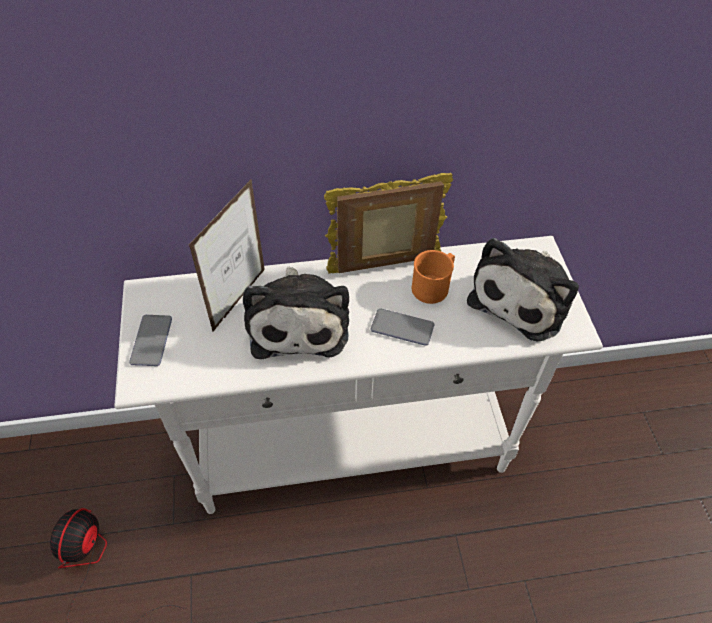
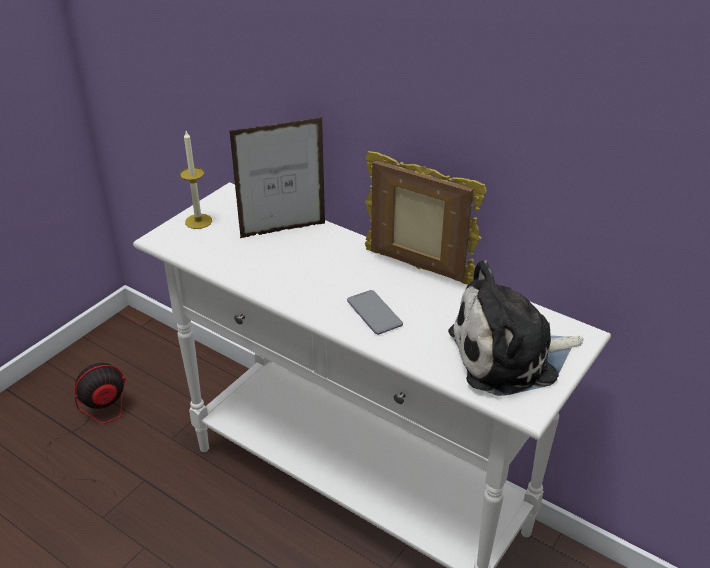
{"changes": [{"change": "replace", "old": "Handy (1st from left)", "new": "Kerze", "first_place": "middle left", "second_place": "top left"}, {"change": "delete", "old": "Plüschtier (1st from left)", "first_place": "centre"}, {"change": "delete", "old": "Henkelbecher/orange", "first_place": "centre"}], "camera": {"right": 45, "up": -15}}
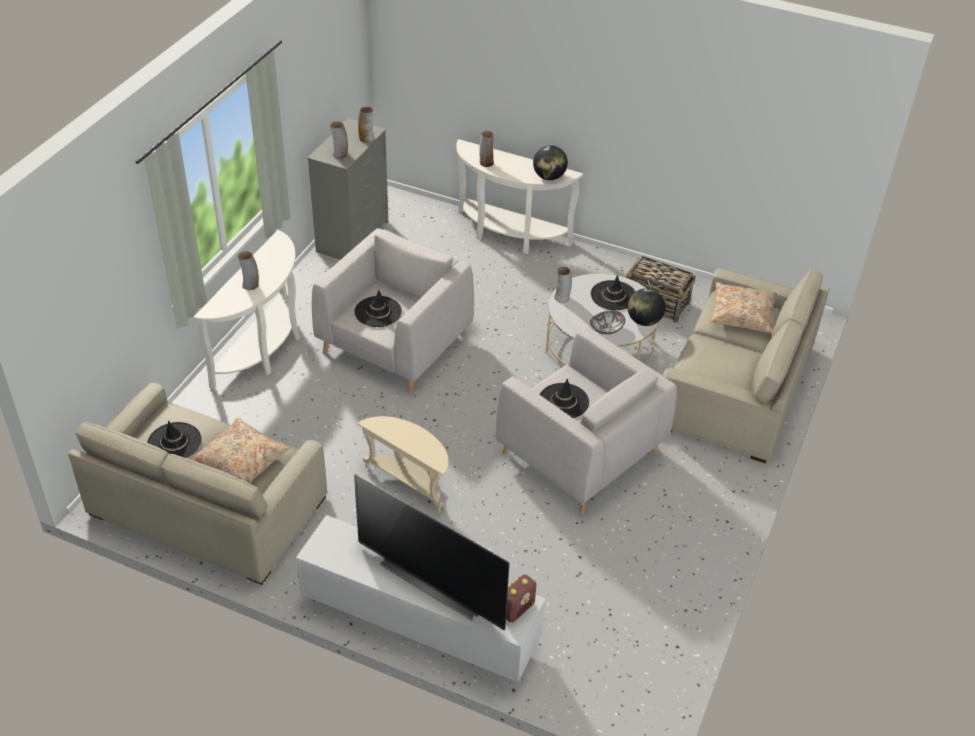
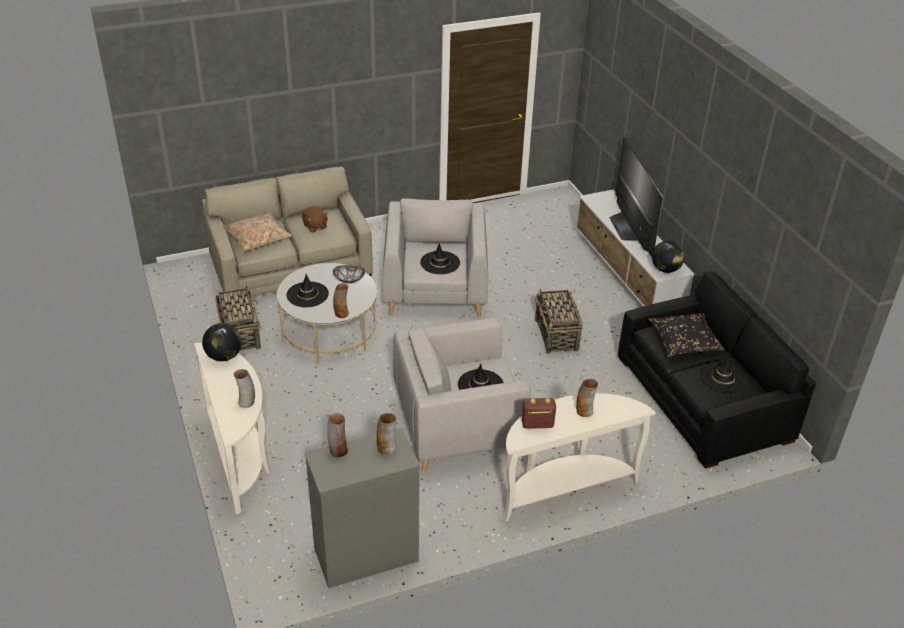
{"changes": [{"change": "insert", "new": "Plüschtier/braun", "second_place": "centre"}, {"change": "move", "old": "Radio", "first_place": "bottom centre", "second_place": "centre"}, {"change": "replace", "old": "Beistelltisch/beige", "new": "Korb (2nd from left)", "first_place": "centre", "second_place": "centre"}, {"change": "recolor", "old": "Sofa/beige (1st from left)", "new": "Sofa/schwarz", "first_place": "middle left", "second_place": "middle right"}, {"change": "recolor", "old": "Kissen/beige (1st from left)", "new": "Kissen/schwarz", "first_place": "middle left", "second_place": "middle right"}, {"change": "move", "old": "Globus (2nd from left)", "first_place": "centre", "second_place": "middle right"}], "camera": {"right": -135, "up": -5}}
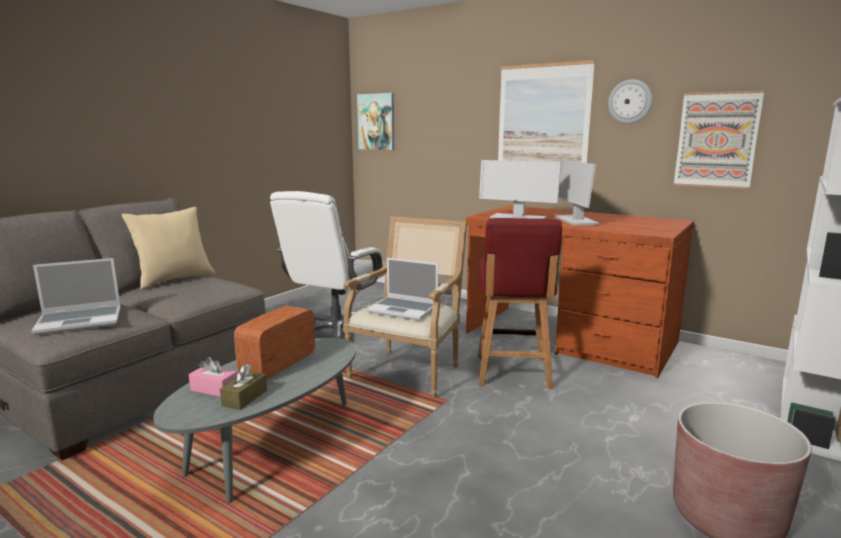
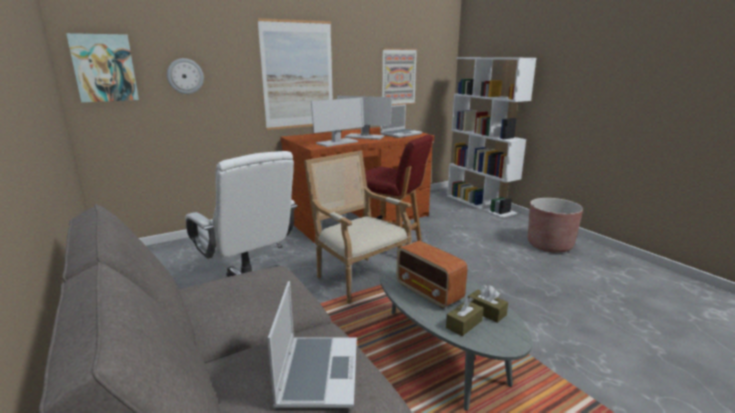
{"changes": [{"change": "move", "old": "Wanduhr", "first_place": "top right", "second_place": "top left"}, {"change": "move", "old": "Laptop (2nd from left)", "first_place": "centre", "second_place": "top centre"}, {"change": "recolor", "old": "Taschentuchbox/rosa", "new": "Taschentuchbox/braun (1st from left)", "first_place": "bottom left", "second_place": "bottom centre"}, {"change": "delete", "old": "Kissen/beige", "first_place": "middle left"}], "camera": {"right": -65, "up": 5}}
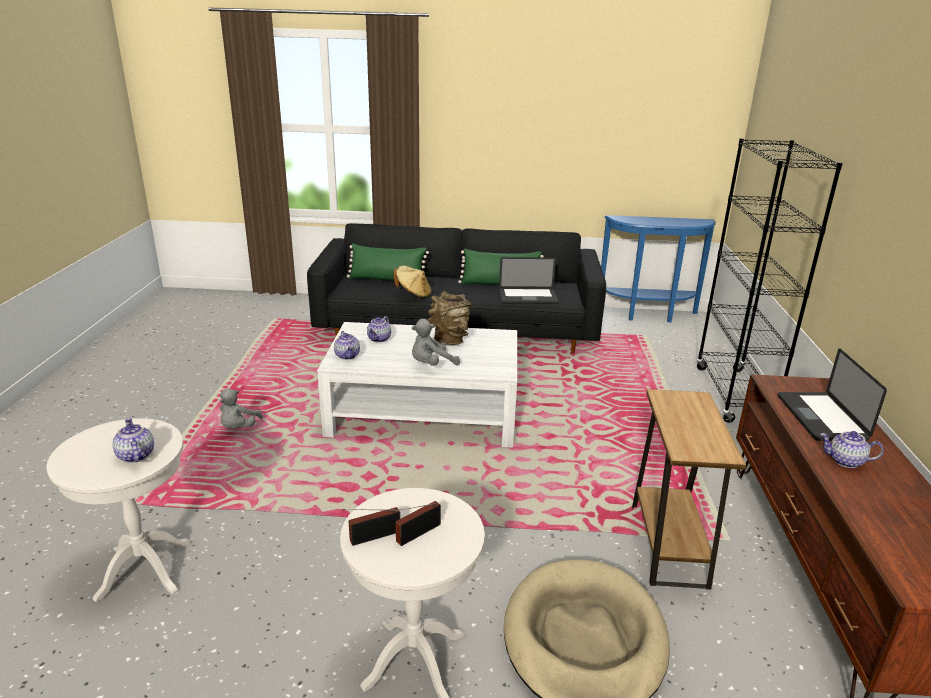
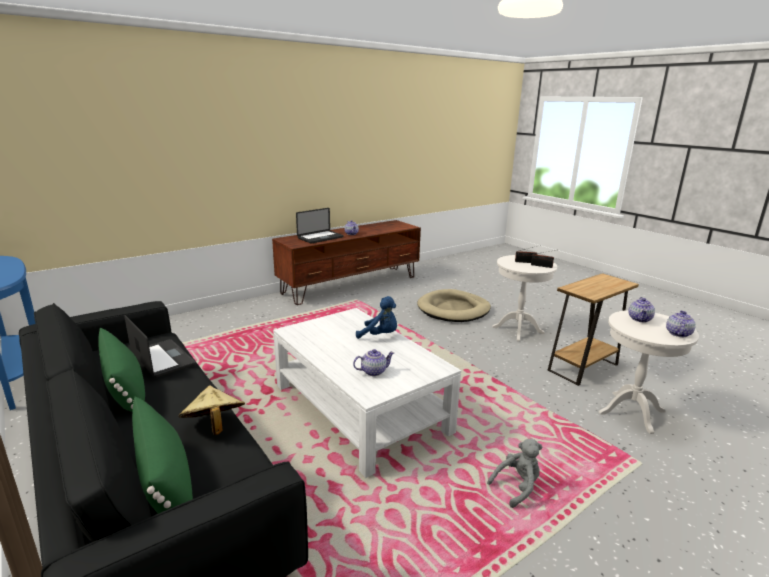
{"changes": [{"change": "recolor", "old": "Plüschtier/grau (2nd from left)", "new": "Plüschtier/blau", "first_place": "centre", "second_place": "centre"}, {"change": "move", "old": "Beistelltisch/braun", "first_place": "bottom right", "second_place": "middle right"}, {"change": "move", "old": "Teekanne (2nd from left in the first image)", "new": "Teekanne (4th from left)", "first_place": "centre", "second_place": "middle right"}, {"change": "delete", "old": "Vase/braun", "first_place": "centre"}, {"change": "delete", "old": "Bücherregal/schwarz", "first_place": "middle right"}], "camera": {"right": -130, "up": -5}}
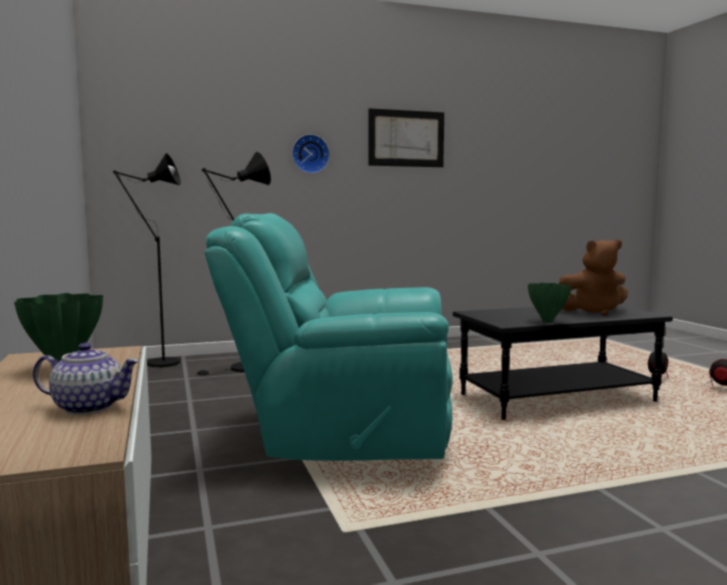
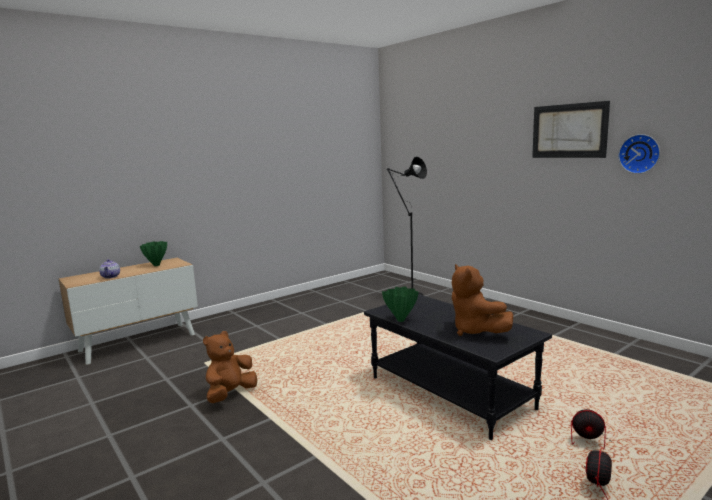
{"changes": [{"change": "insert", "new": "Plüschtier/braun (1st from left)", "second_place": "bottom left"}, {"change": "move", "old": "Wanduhr", "first_place": "top centre", "second_place": "top right"}, {"change": "delete", "old": "Stehlampe/schwarz (1st from left)", "first_place": "middle left"}, {"change": "delete", "old": "Sessel/türkis", "first_place": "centre"}], "camera": {"right": 70, "up": 5}}
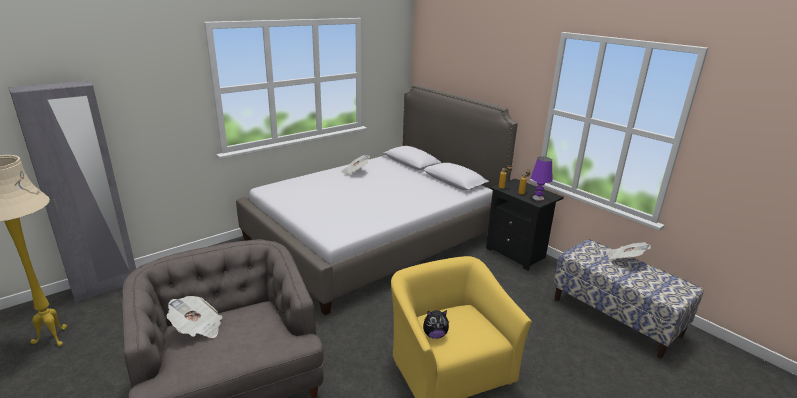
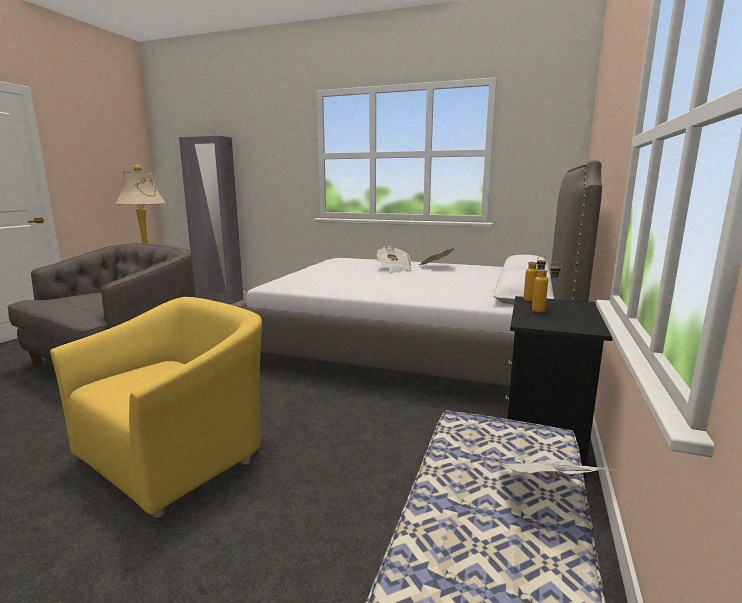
{"changes": [{"change": "move", "old": "Zeitung (1st from left)", "first_place": "bottom left", "second_place": "centre"}, {"change": "delete", "old": "Plüschtier", "first_place": "bottom centre"}, {"change": "delete", "old": "Tischlampe/lila", "first_place": "middle right"}], "camera": {"right": 60, "up": -10}}
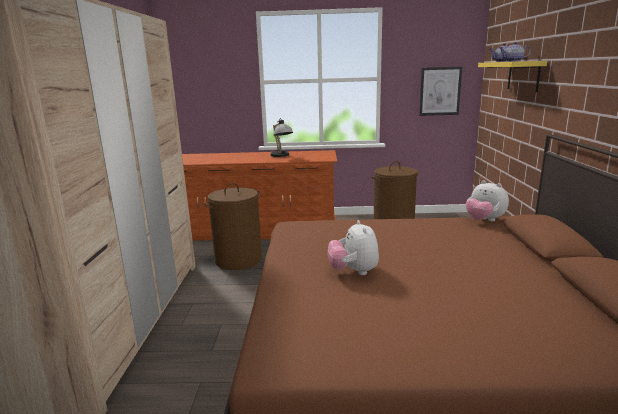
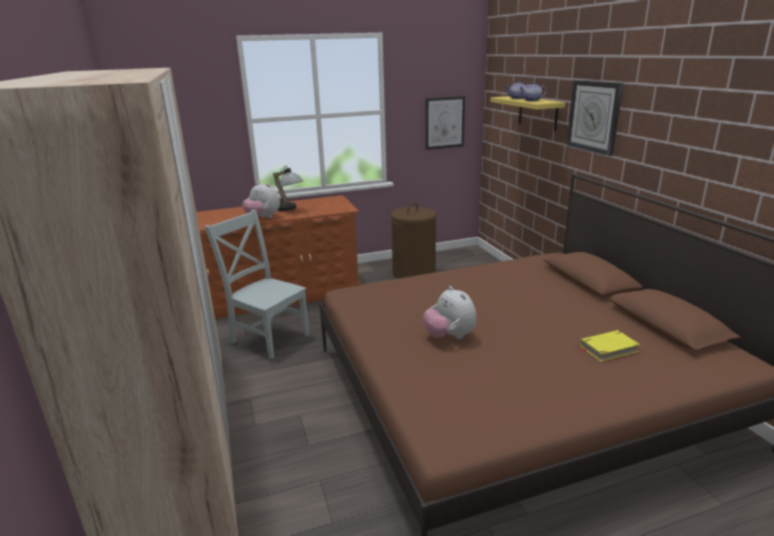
{"changes": [{"change": "replace", "old": "Wäschekorb/braun (1st from left)", "new": "Stuhl/grau", "first_place": "centre", "second_place": "middle left"}, {"change": "move", "old": "Plüschtier (2nd from left in the first image)", "new": "Plüschtier (1st from left)", "first_place": "middle right", "second_place": "centre"}, {"change": "insert", "new": "Wanduhr", "second_place": "top right"}, {"change": "insert", "new": "Buch/gelb", "second_place": "middle right"}], "camera": {"right": -20, "up": 5}}
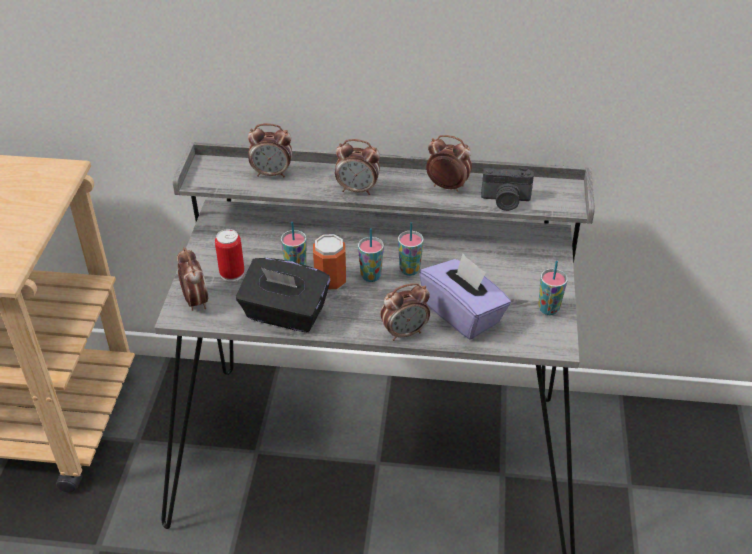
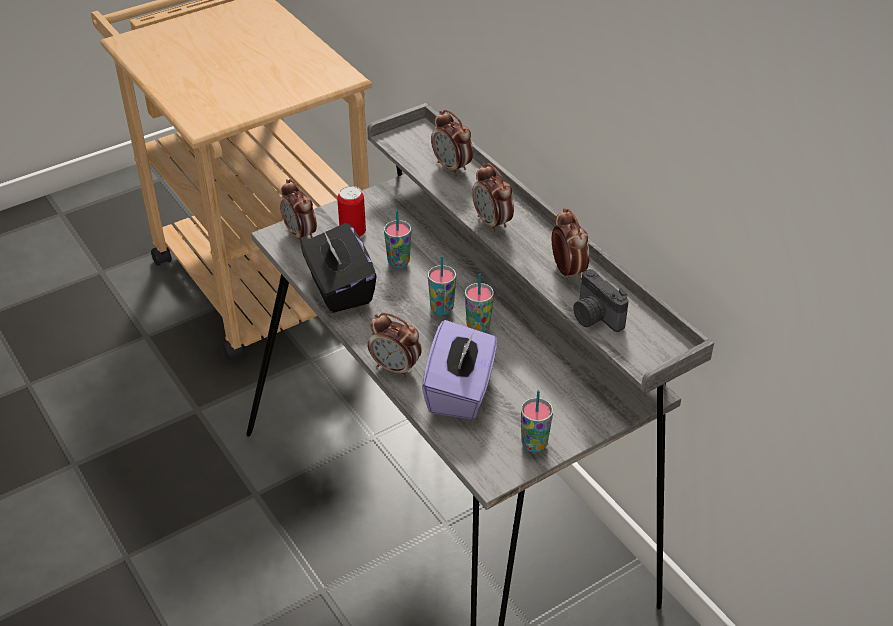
{"changes": [{"change": "rotate", "old": "Wecker (1st from left)", "first_place": "middle left", "second_place": "centre", "degrees": 120}, {"change": "delete", "old": "Dose (2nd from left)", "first_place": "centre"}], "camera": {"right": 50, "up": 0}}
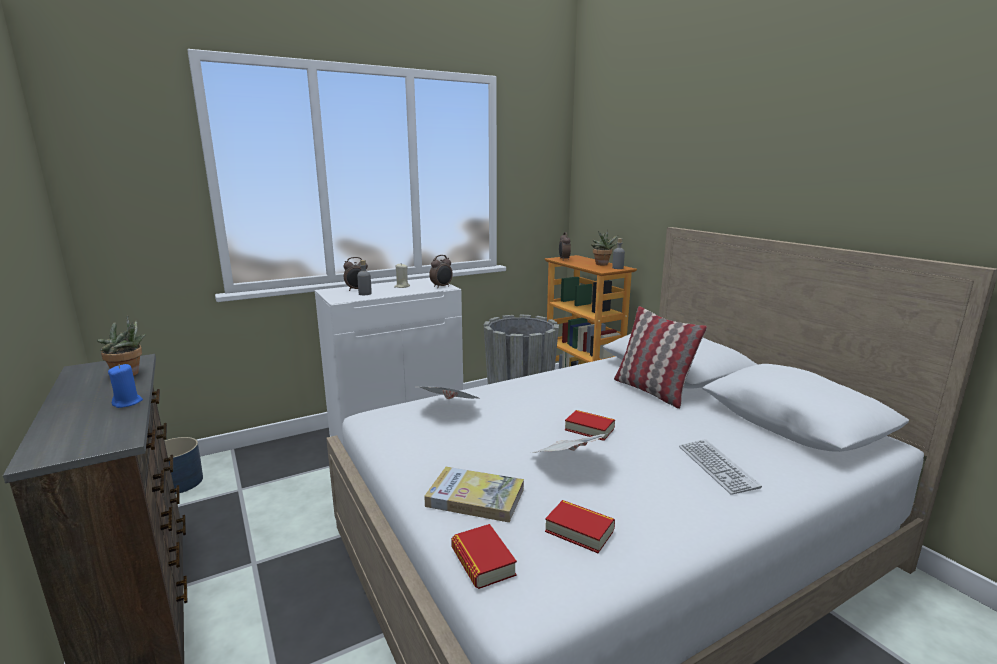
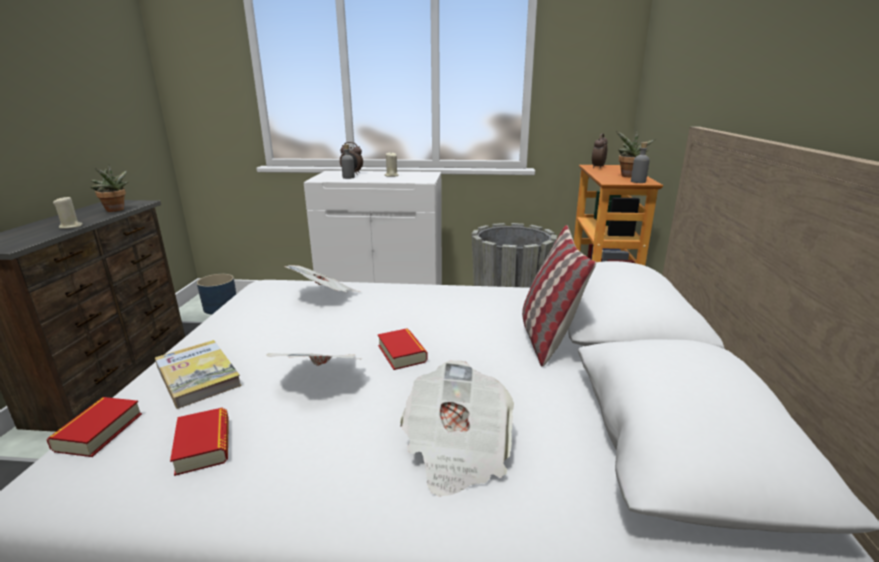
{"changes": [{"change": "recolor", "old": "Kerze/blau", "new": "Kerze/beige (1st from left)", "first_place": "middle left", "second_place": "middle left"}, {"change": "replace", "old": "Tastatur", "new": "Zeitung (3rd from left)", "first_place": "bottom right", "second_place": "bottom centre"}, {"change": "delete", "old": "Wecker (2nd from left)", "first_place": "centre"}], "camera": {"right": 35, "up": 5}}
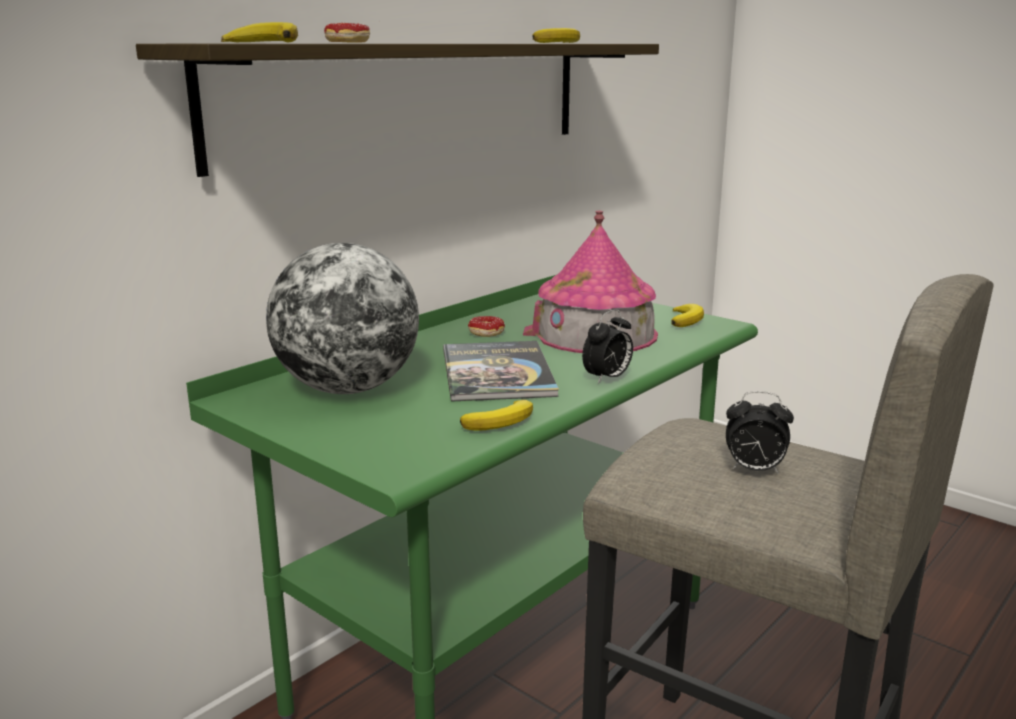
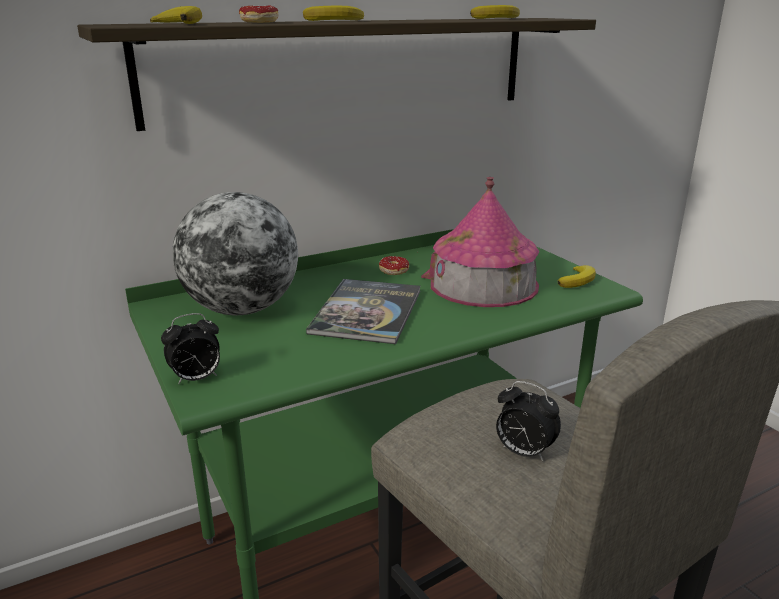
{"changes": [{"change": "move", "old": "Wecker (1st from left)", "first_place": "centre", "second_place": "middle left"}, {"change": "move", "old": "Banane (2nd from left)", "first_place": "centre", "second_place": "top centre"}], "camera": {"right": 20, "up": 5}}
